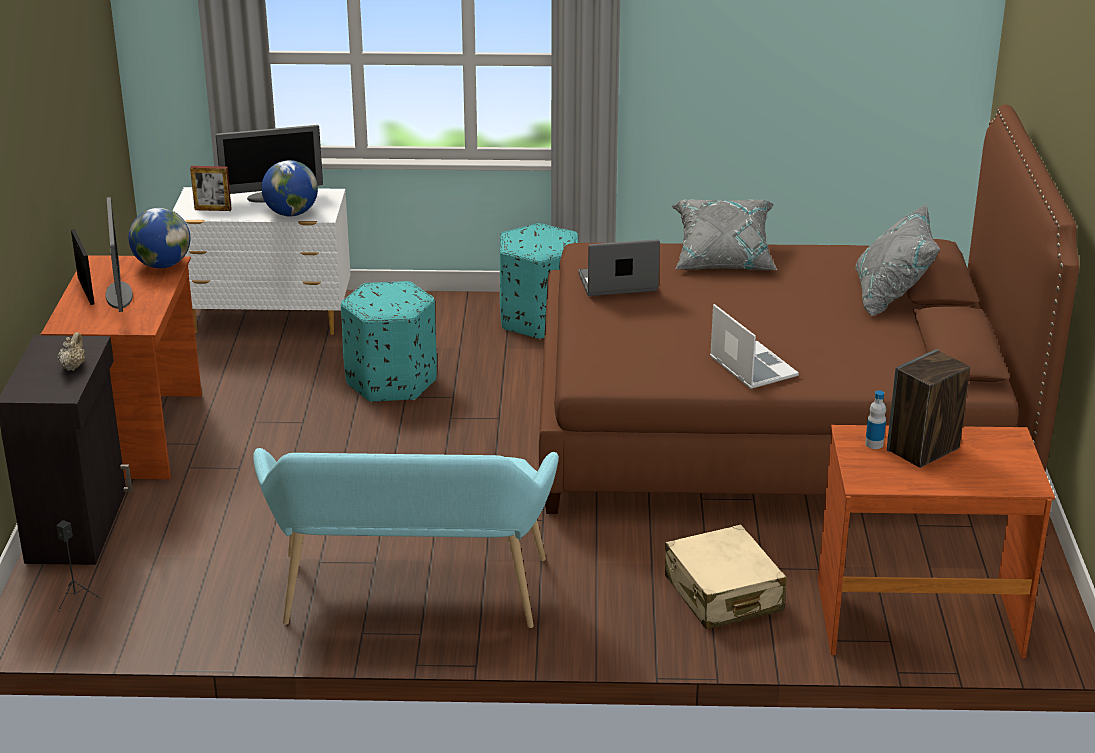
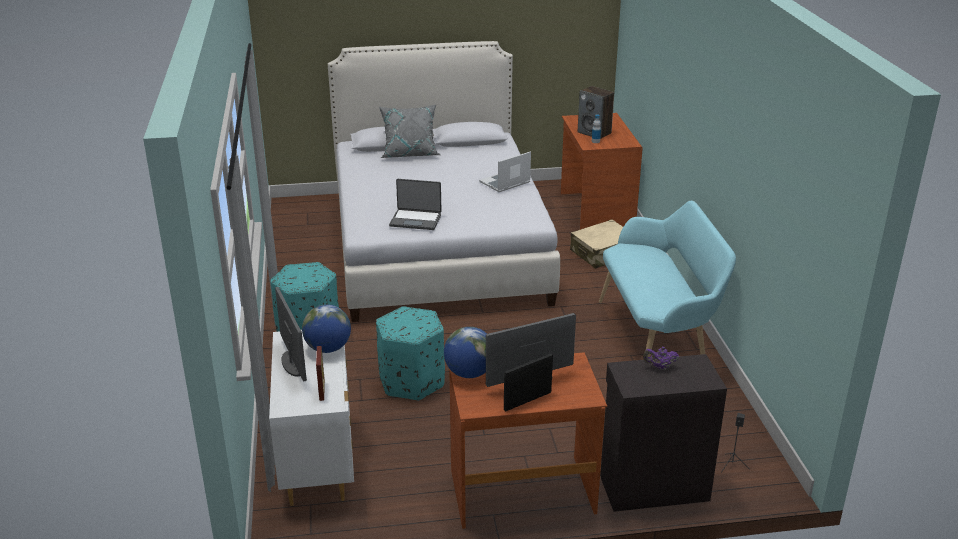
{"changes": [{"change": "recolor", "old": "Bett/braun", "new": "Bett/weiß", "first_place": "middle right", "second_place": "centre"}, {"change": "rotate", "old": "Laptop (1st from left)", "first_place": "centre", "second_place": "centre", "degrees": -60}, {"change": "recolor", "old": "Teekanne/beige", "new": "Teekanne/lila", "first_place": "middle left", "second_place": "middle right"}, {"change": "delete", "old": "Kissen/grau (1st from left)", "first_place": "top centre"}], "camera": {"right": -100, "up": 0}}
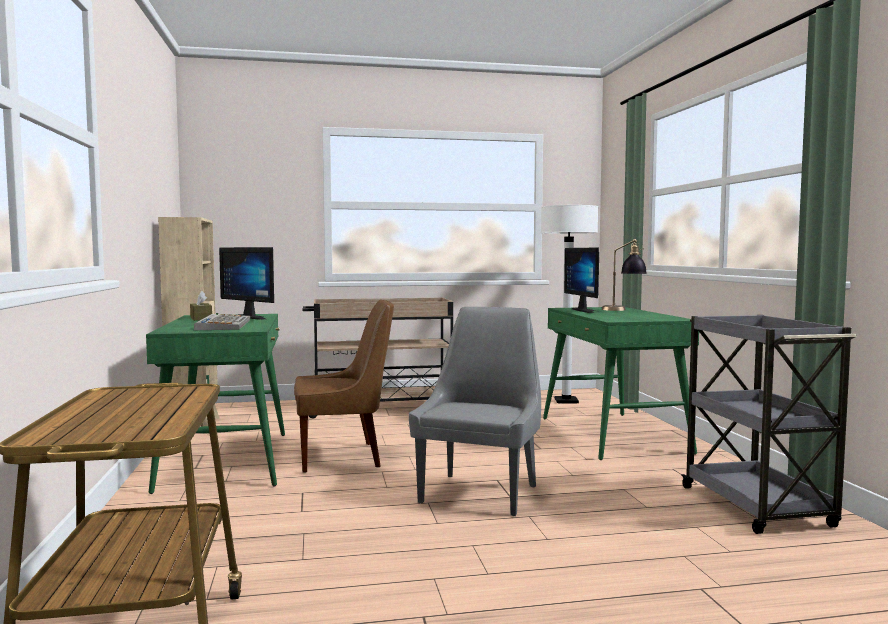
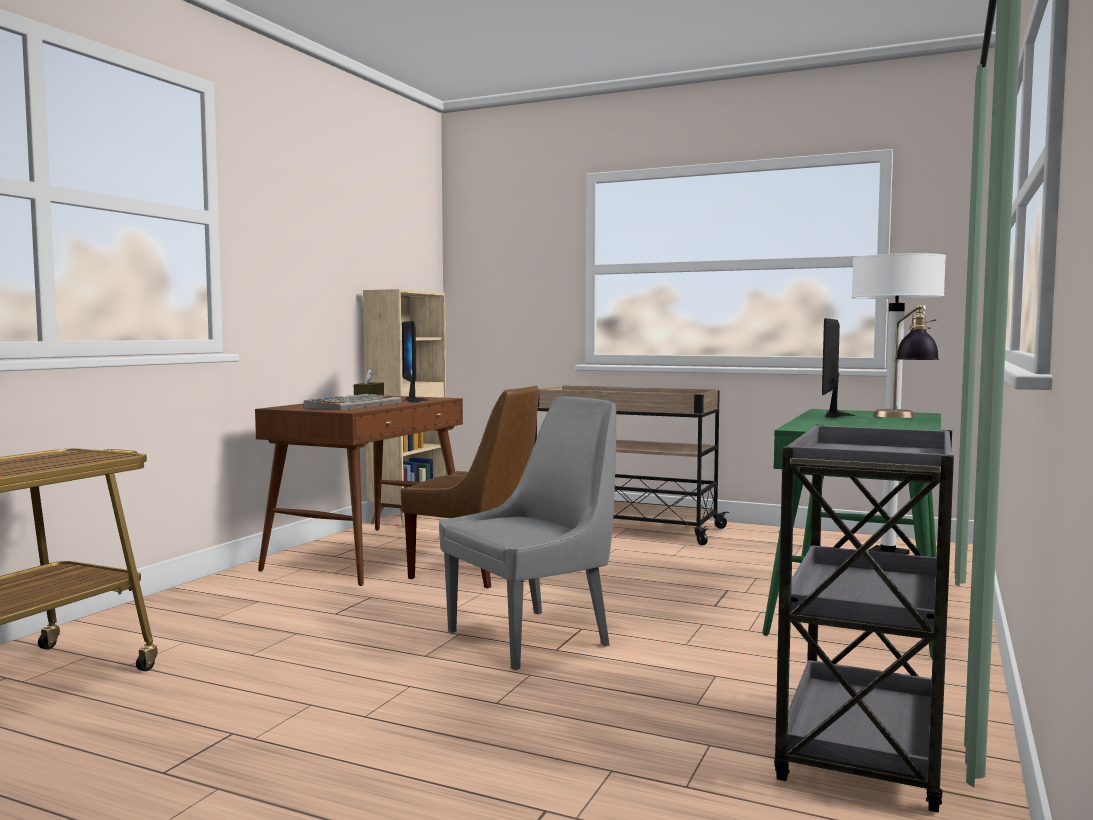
{"changes": [{"change": "recolor", "old": "Schreibtisch/grün (1st from left)", "new": "Schreibtisch/braun", "first_place": "middle left", "second_place": "middle left"}], "camera": {"right": 35, "up": 0}}
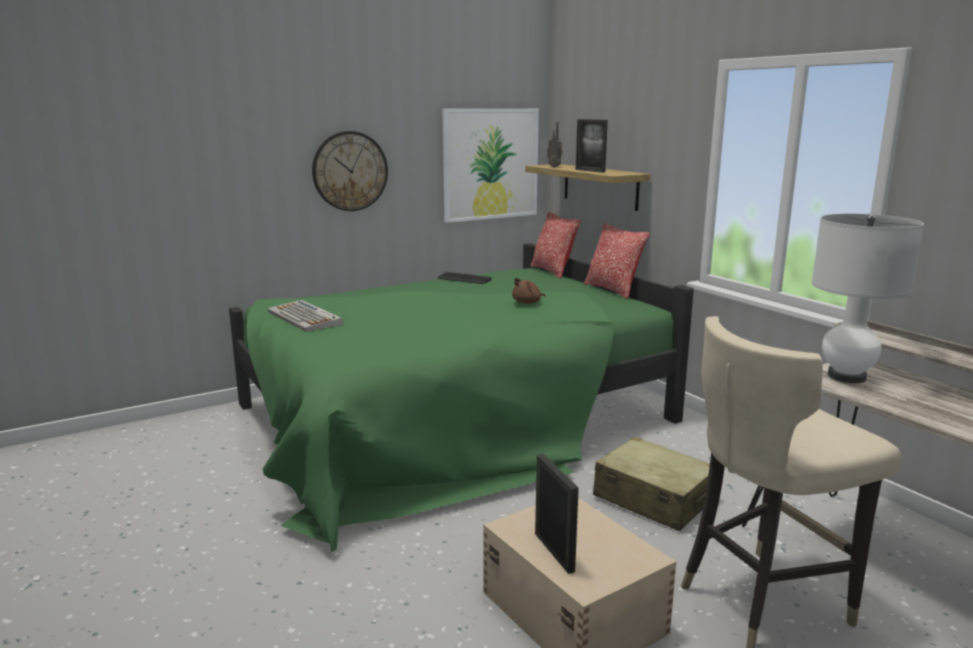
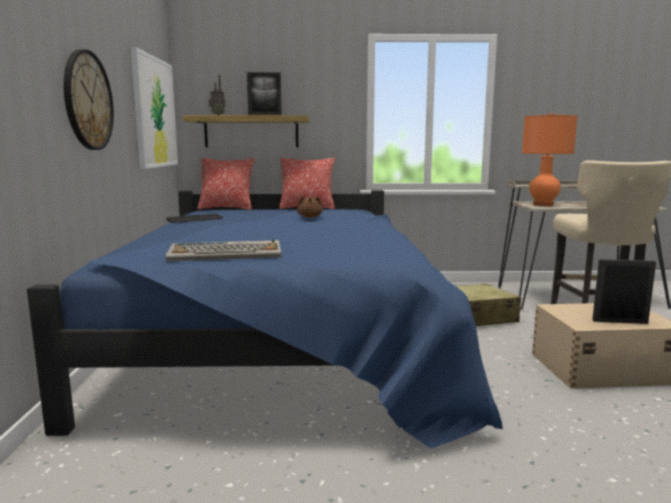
{"changes": [{"change": "recolor", "old": "Bett/grün", "new": "Bett/blau", "first_place": "centre", "second_place": "centre"}, {"change": "recolor", "old": "Tischlampe/weiß", "new": "Tischlampe/orange", "first_place": "middle right", "second_place": "top right"}], "camera": {"right": -60, "up": -5}}
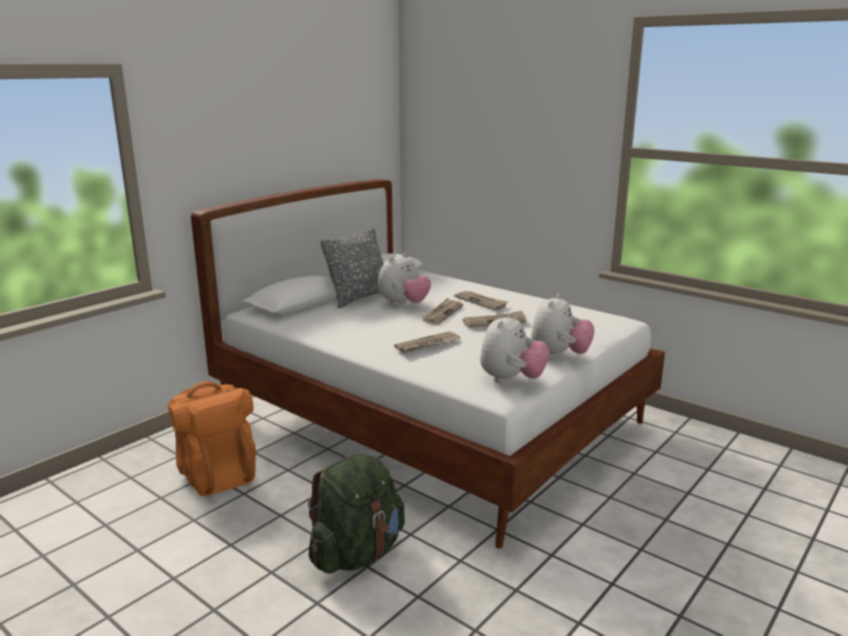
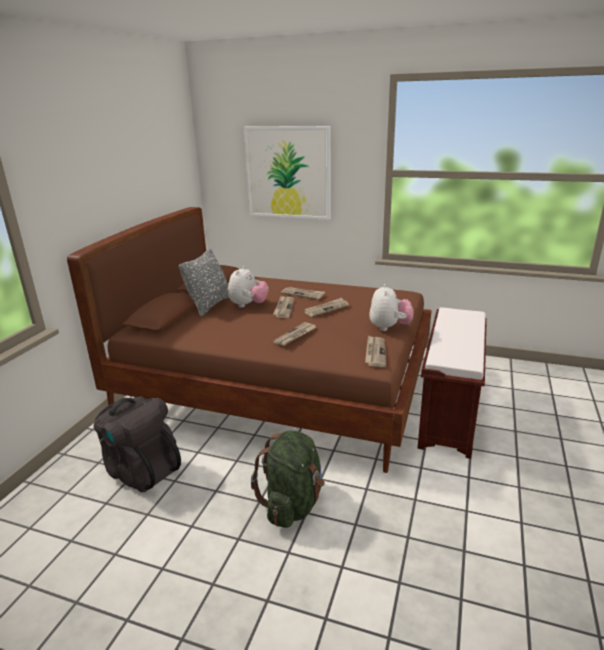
{"changes": [{"change": "recolor", "old": "Bett/weiß", "new": "Bett/braun", "first_place": "centre", "second_place": "centre"}, {"change": "recolor", "old": "Rucksack/orange", "new": "Rucksack/schwarz", "first_place": "bottom left", "second_place": "bottom left"}, {"change": "insert", "new": "Bild", "second_place": "top centre"}, {"change": "replace", "old": "Plüschtier (2nd from left)", "new": "Zeitung (5th from left)", "first_place": "centre", "second_place": "centre"}, {"change": "insert", "new": "Bank/braun", "second_place": "middle right"}], "camera": {"right": -20, "up": 5}}
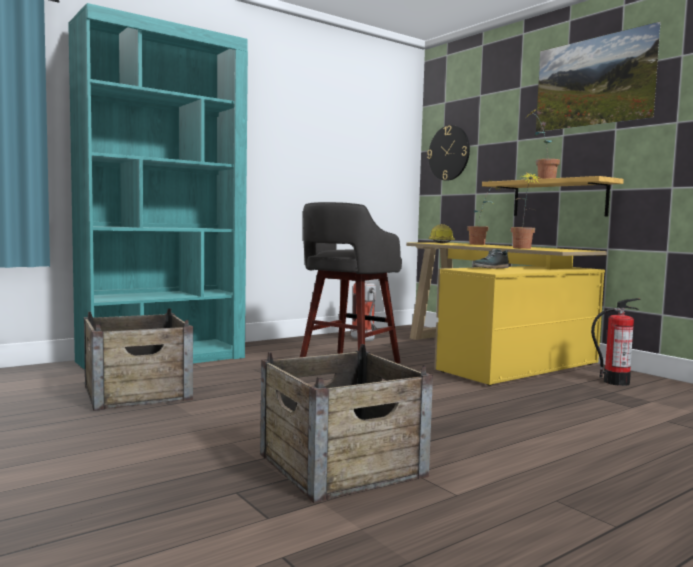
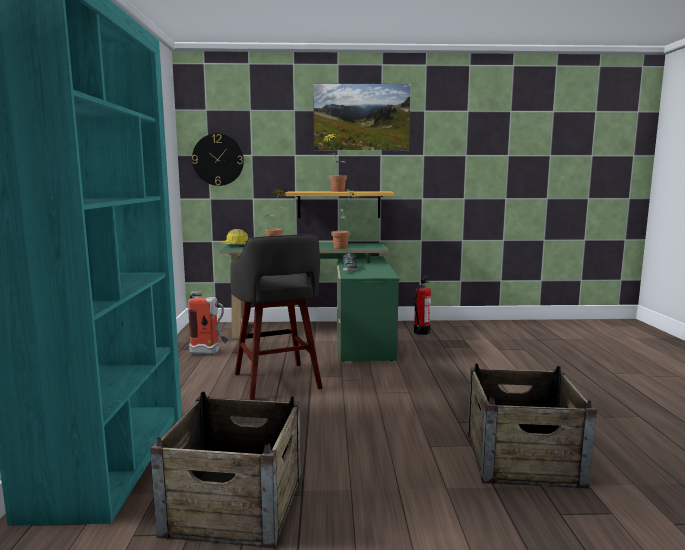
{"changes": [{"change": "recolor", "old": "Schreibtisch/gelb", "new": "Schreibtisch/grün", "first_place": "middle right", "second_place": "centre"}], "camera": {"right": -55, "up": 5}}
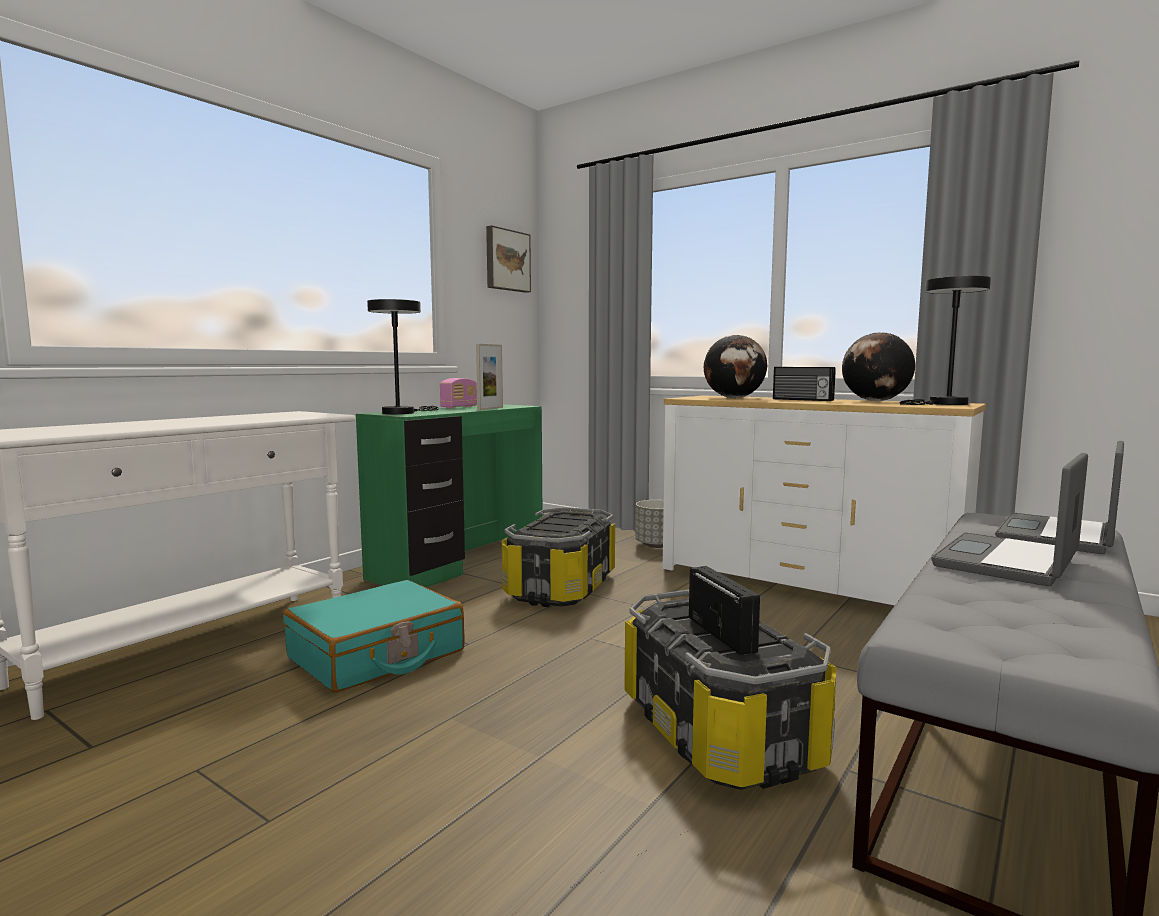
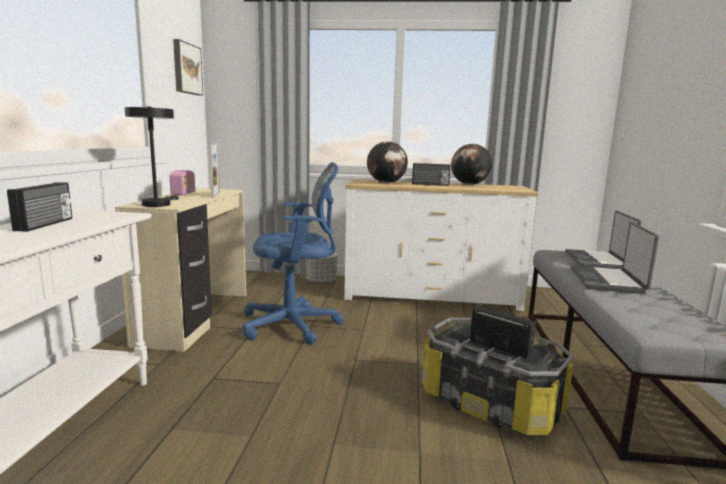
{"changes": [{"change": "insert", "new": "Radio (1st from left)", "second_place": "middle left"}, {"change": "recolor", "old": "Schreibtisch/grün", "new": "Schreibtisch/beige", "first_place": "centre", "second_place": "middle left"}, {"change": "replace", "old": "Aufbewahrungsbox (1st from left)", "new": "Bürostuhl/blau", "first_place": "centre", "second_place": "centre"}, {"change": "delete", "old": "Koffer/türkis", "first_place": "bottom left"}, {"change": "delete", "old": "Tischlampe/schwarz (2nd from left)", "first_place": "middle right"}], "camera": {"right": -30, "up": 5}}
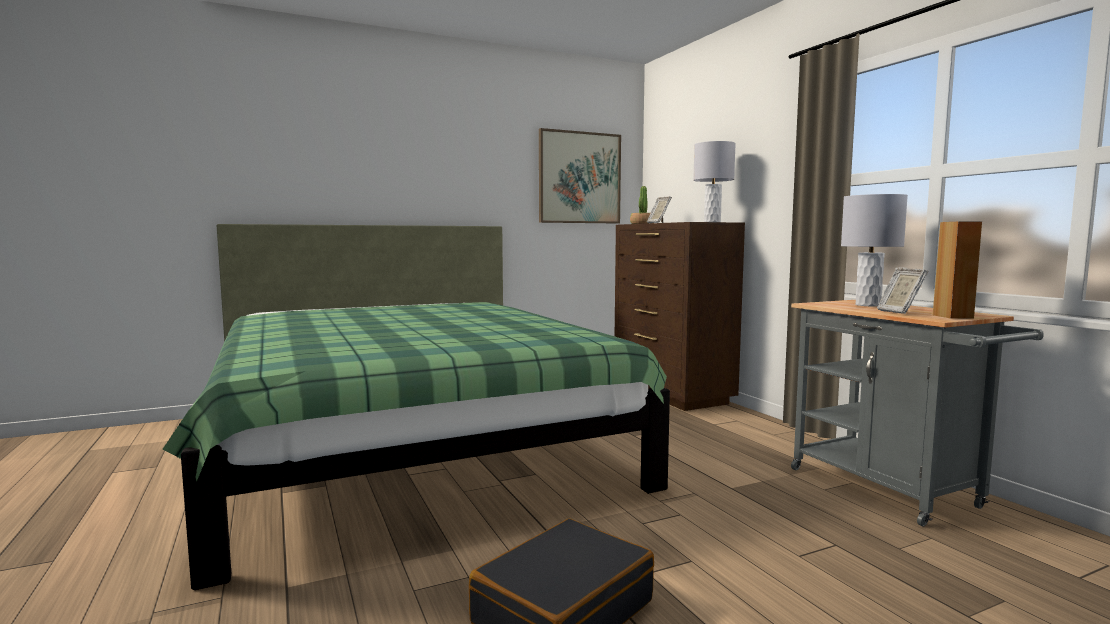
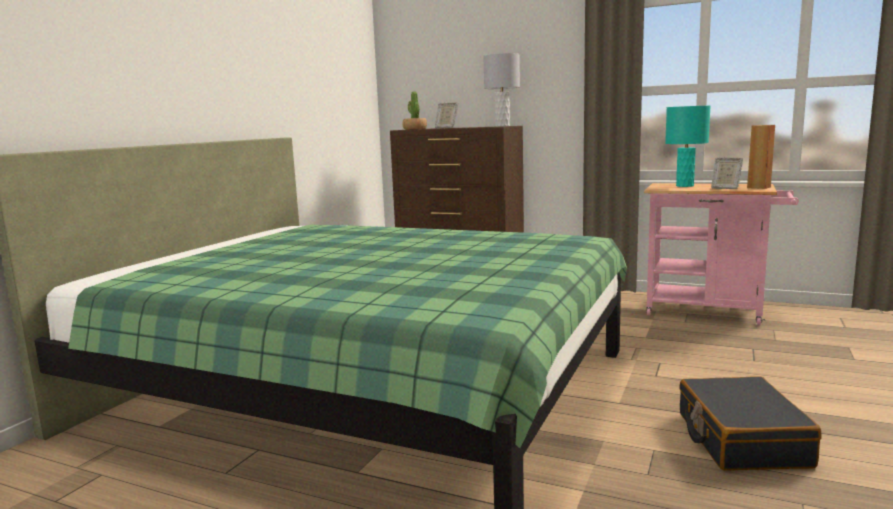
{"changes": [{"change": "recolor", "old": "Rollwagen/grau", "new": "Rollwagen/rosa", "first_place": "middle right", "second_place": "middle right"}, {"change": "recolor", "old": "Tischlampe/grau (2nd from left)", "new": "Tischlampe/türkis", "first_place": "middle right", "second_place": "top right"}, {"change": "delete", "old": "Bild", "first_place": "top centre"}], "camera": {"right": -40, "up": 5}}
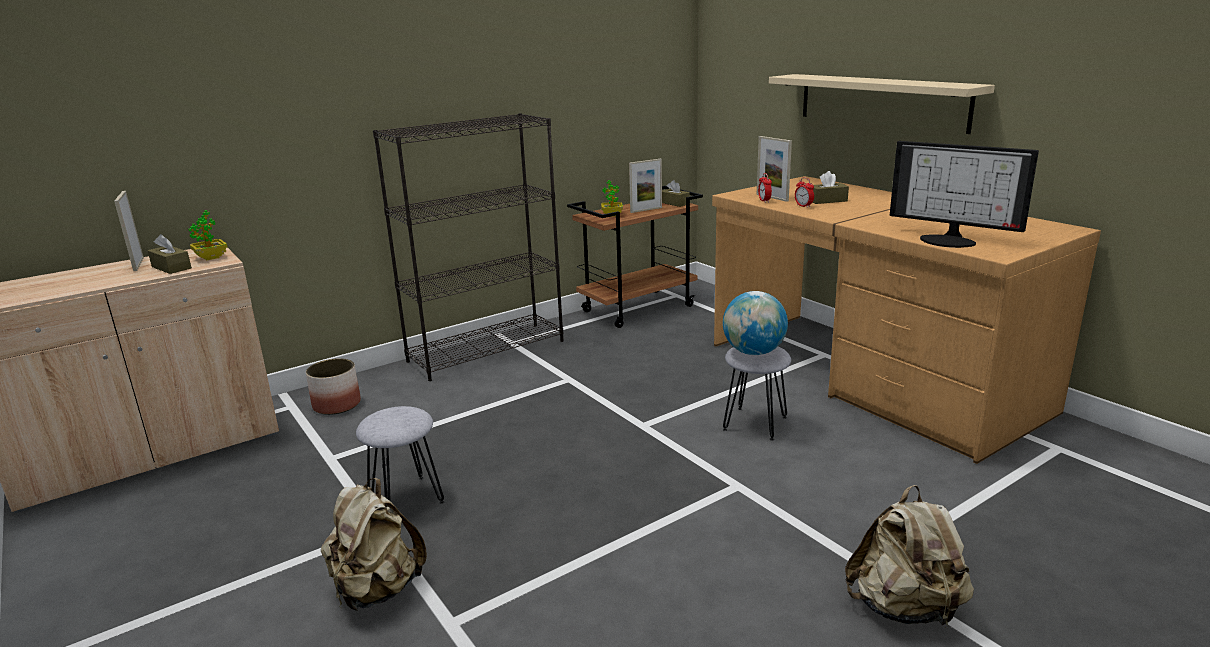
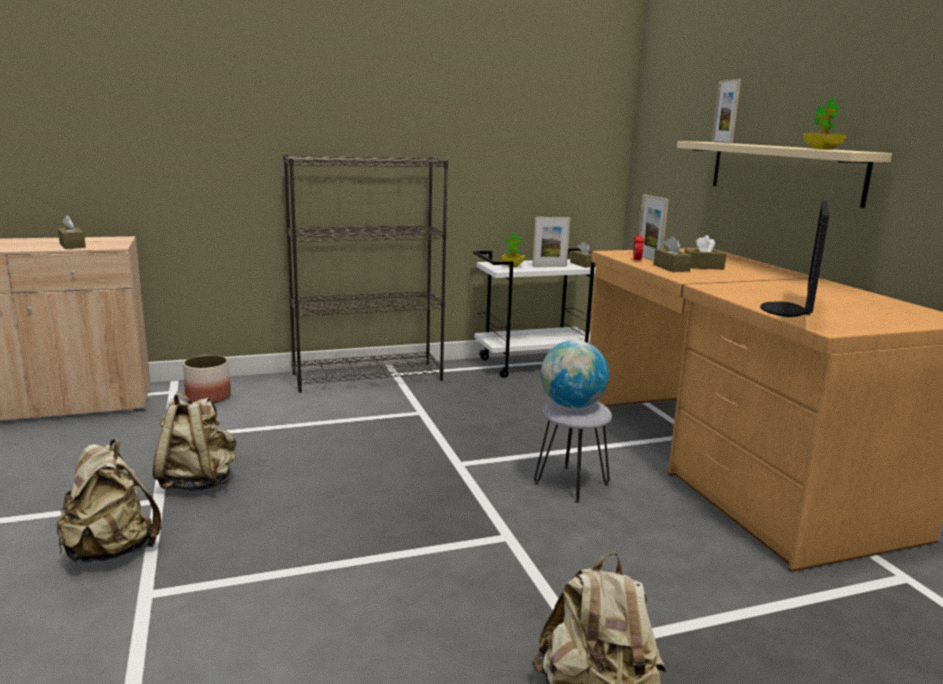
{"changes": [{"change": "replace", "old": "Hocker/grau (1st from left)", "new": "Rucksack/beige (2nd from left)", "first_place": "bottom left", "second_place": "middle left"}, {"change": "recolor", "old": "Rollwagen/braun", "new": "Rollwagen/weiß", "first_place": "centre", "second_place": "centre"}, {"change": "replace", "old": "Wecker (2nd from left)", "new": "Taschentuchbox/braun (3rd from left)", "first_place": "top centre", "second_place": "middle right"}, {"change": "move", "old": "Bilderrahmen (1st from left in the first image)", "new": "Bilderrahmen (3rd from left)", "first_place": "middle left", "second_place": "top right"}, {"change": "rotate", "old": "Monitor", "first_place": "top right", "second_place": "middle right", "degrees": 60}, {"change": "move", "old": "Topfpflanze (1st from left in the first image)", "new": "Topfpflanze (2nd from left)", "first_place": "middle left", "second_place": "top right"}], "camera": {"right": 15, "up": -5}}
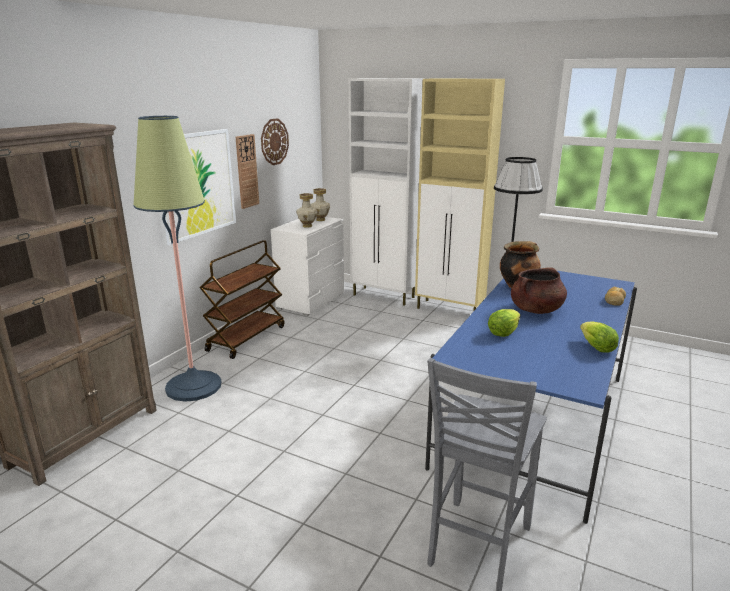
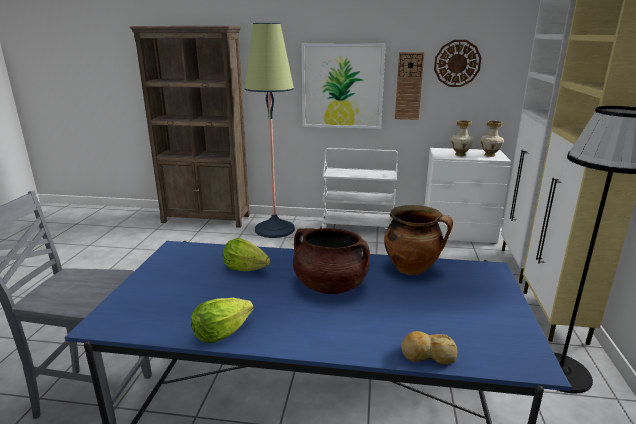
{"changes": [{"change": "recolor", "old": "Rollwagen/braun", "new": "Rollwagen/weiß", "first_place": "middle left", "second_place": "centre"}], "camera": {"right": 70, "up": 0}}
